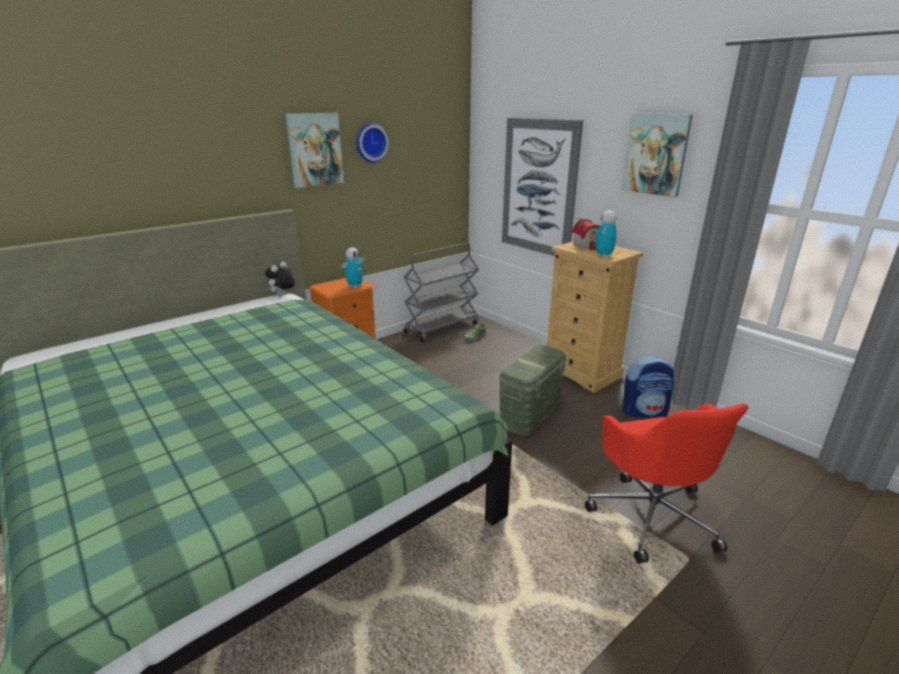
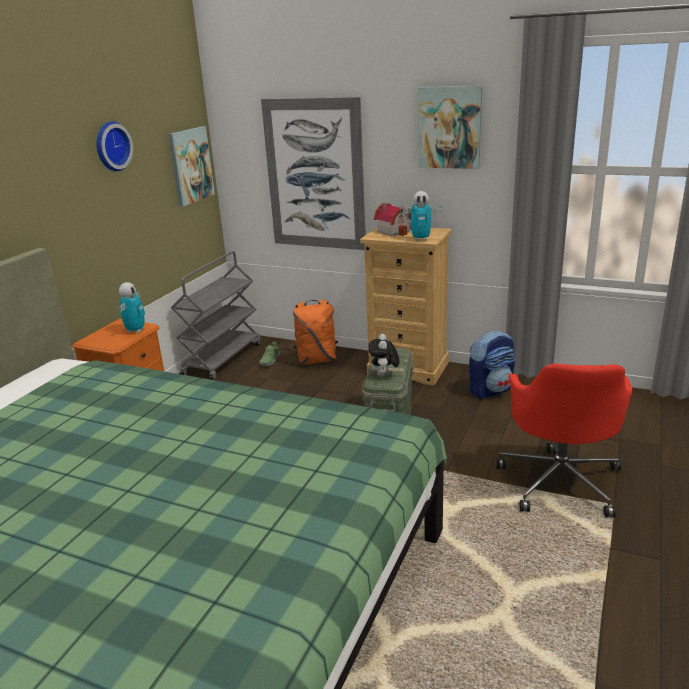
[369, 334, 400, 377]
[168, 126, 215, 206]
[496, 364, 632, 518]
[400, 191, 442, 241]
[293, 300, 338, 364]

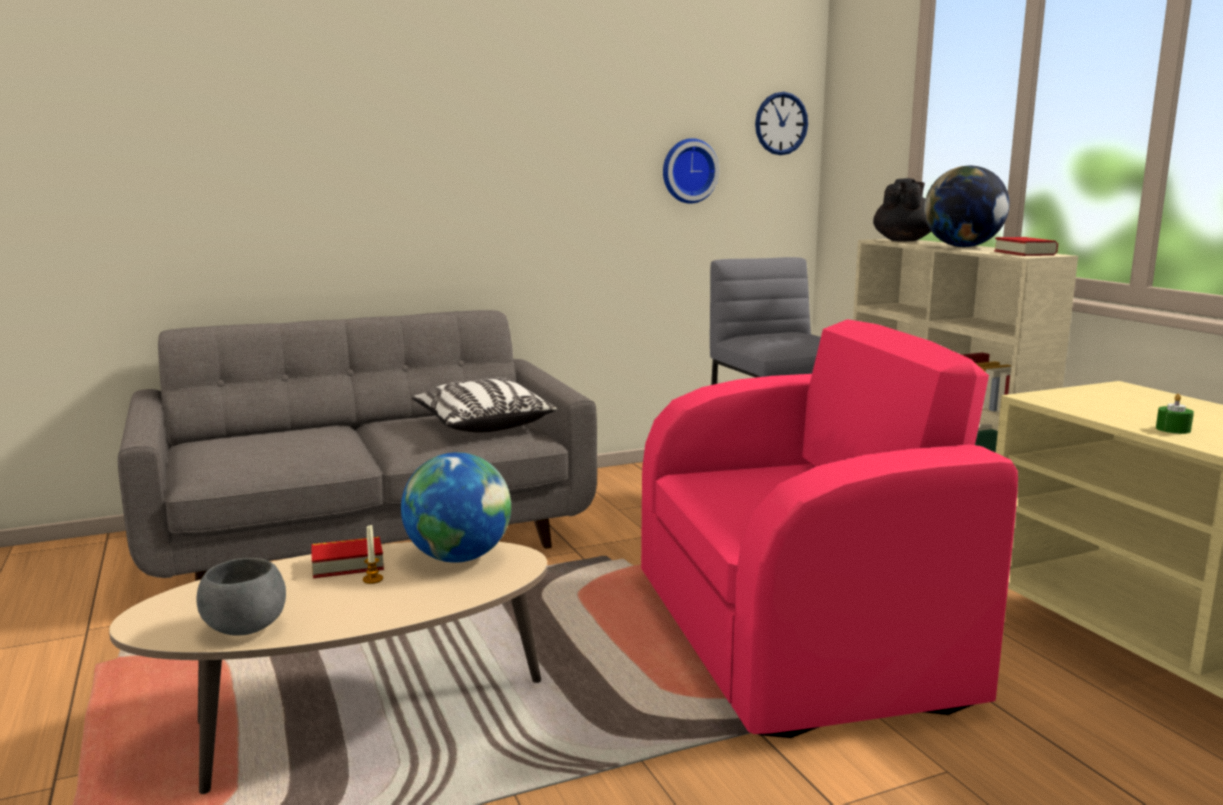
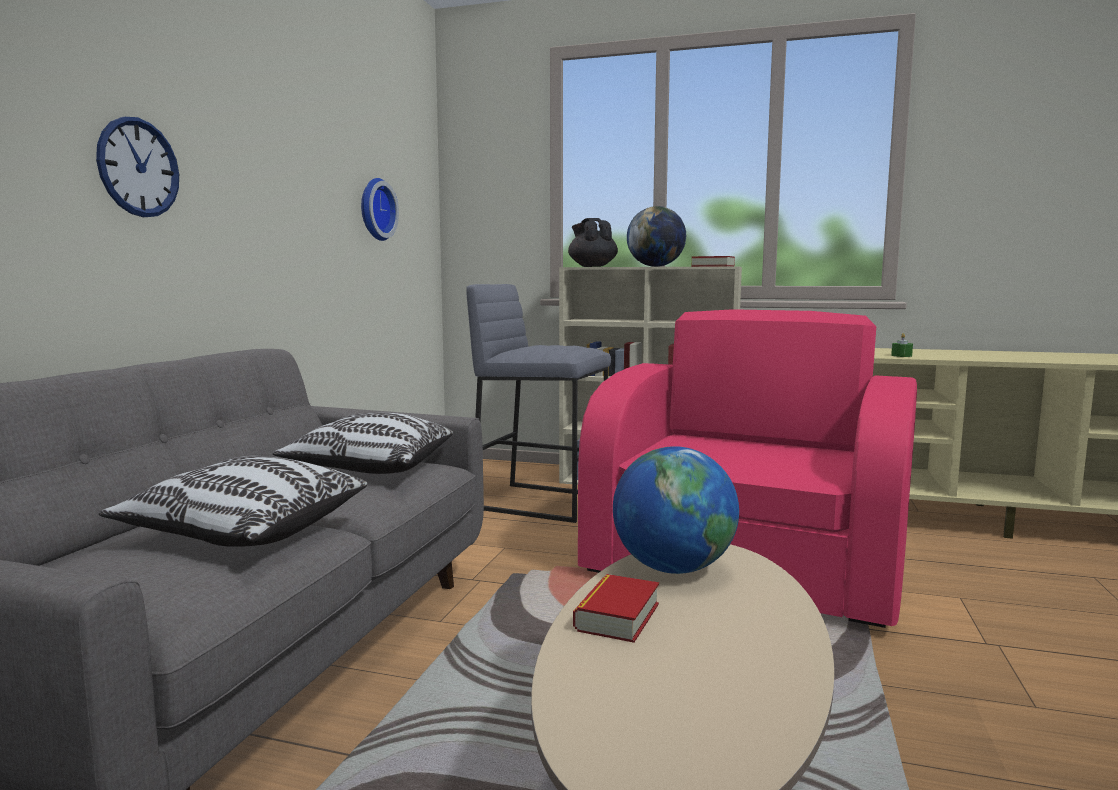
[196, 558, 286, 636] (first image)
[363, 525, 383, 584] (first image)
[96, 117, 179, 217]
[99, 456, 367, 547]

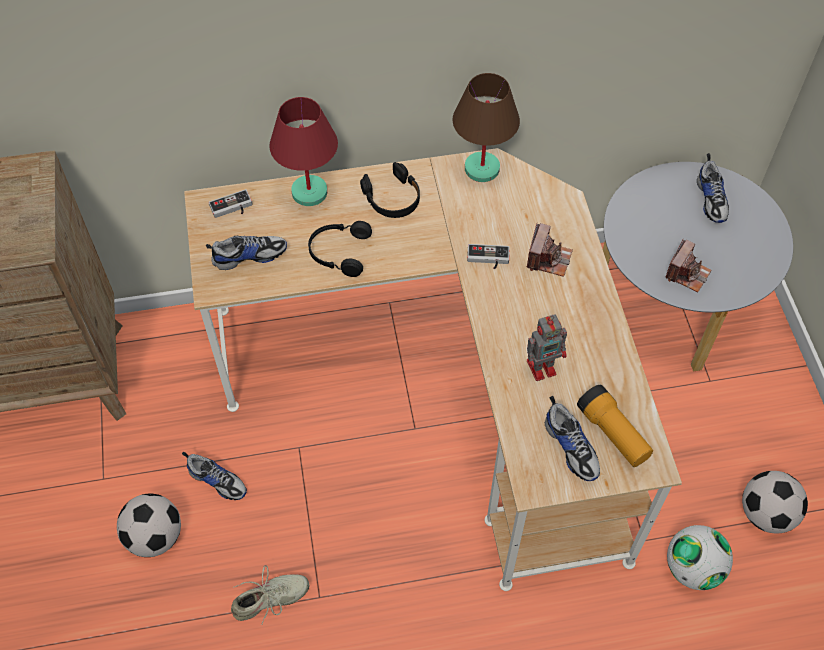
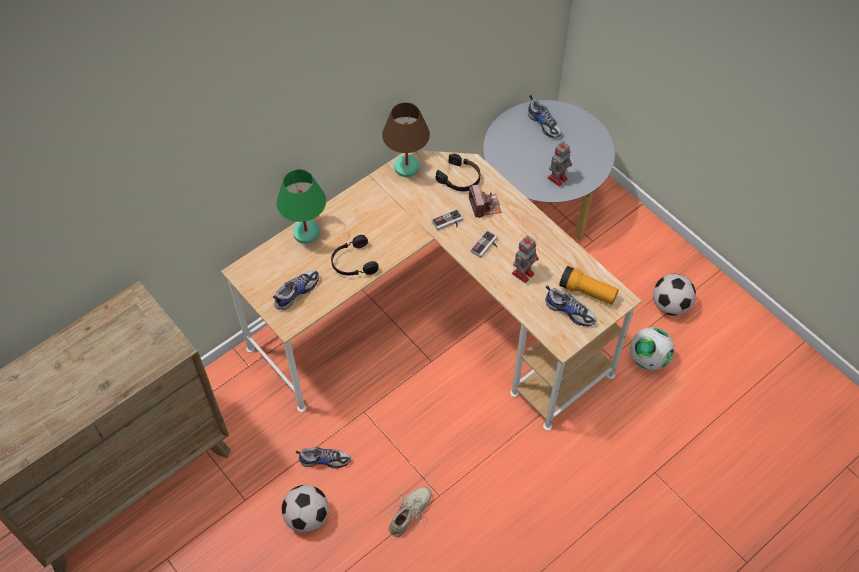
[470, 230, 497, 258]
[277, 169, 326, 244]
[436, 154, 480, 192]
[548, 141, 572, 187]

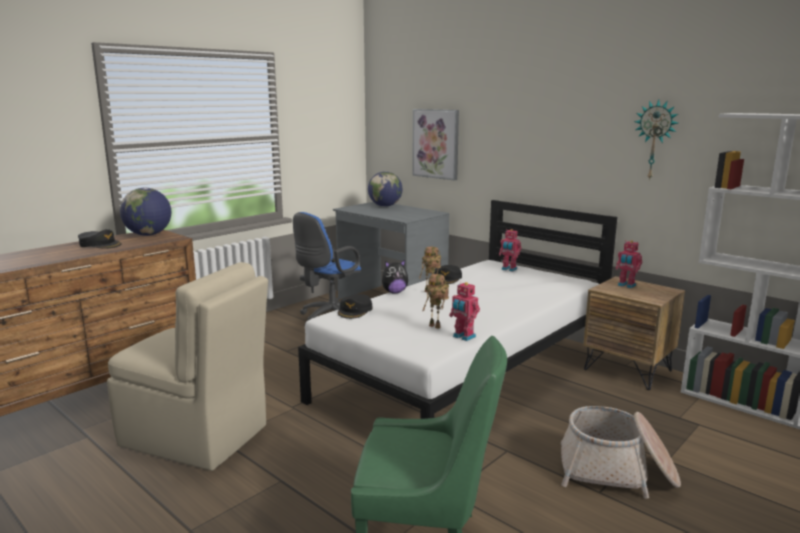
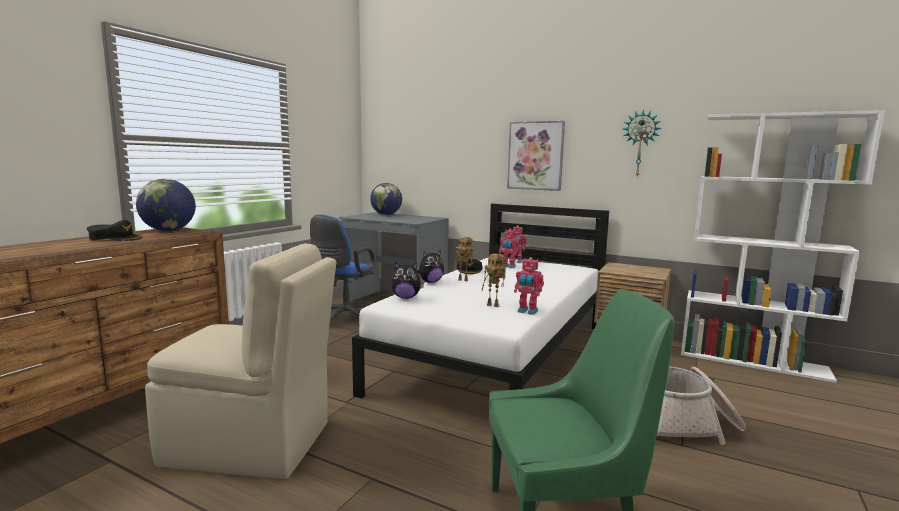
[391, 262, 424, 299]
[507, 121, 565, 191]
[499, 229, 520, 269]

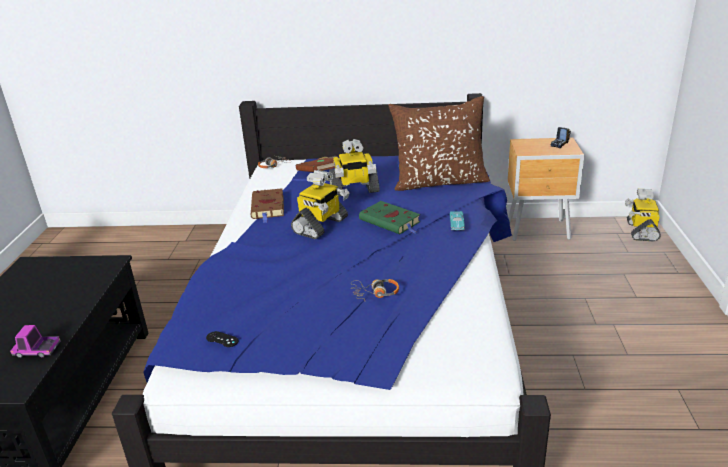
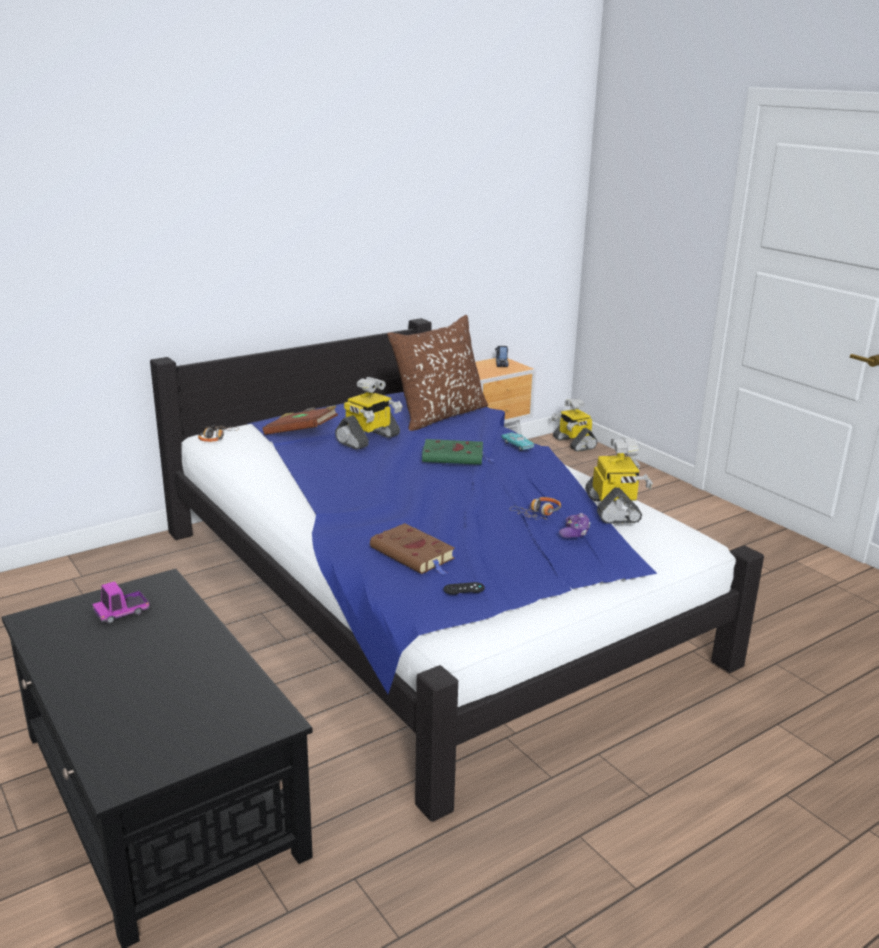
[92, 581, 150, 623]
[370, 523, 455, 575]
[585, 439, 653, 524]
[559, 513, 591, 538]

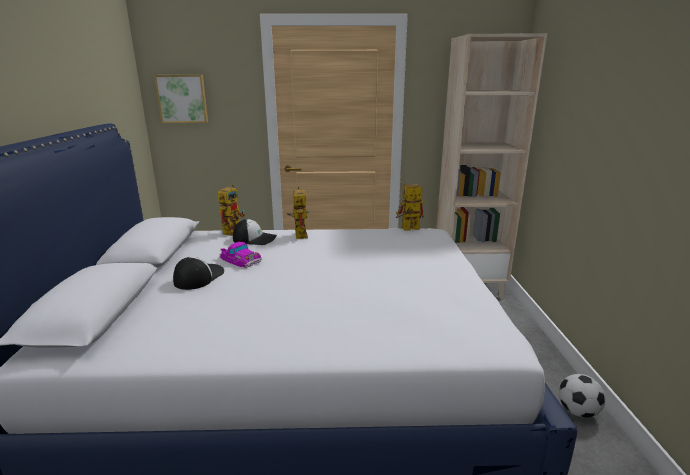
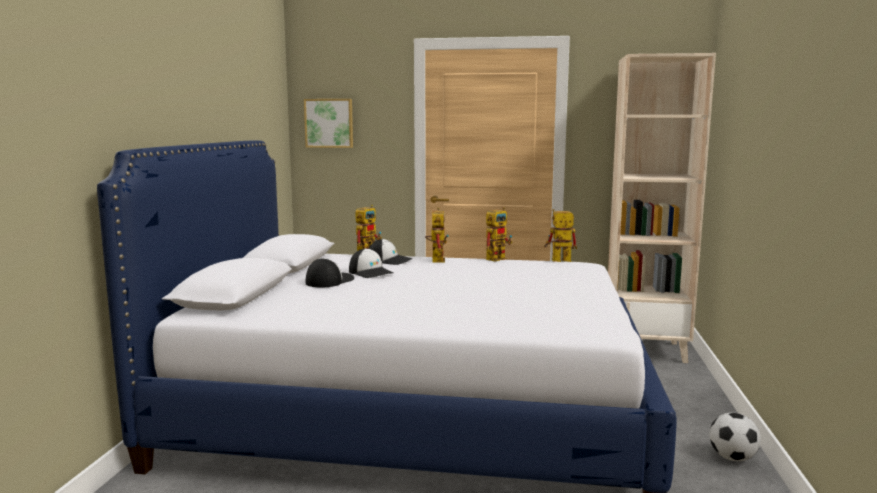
[349, 248, 393, 278]
[486, 207, 513, 261]

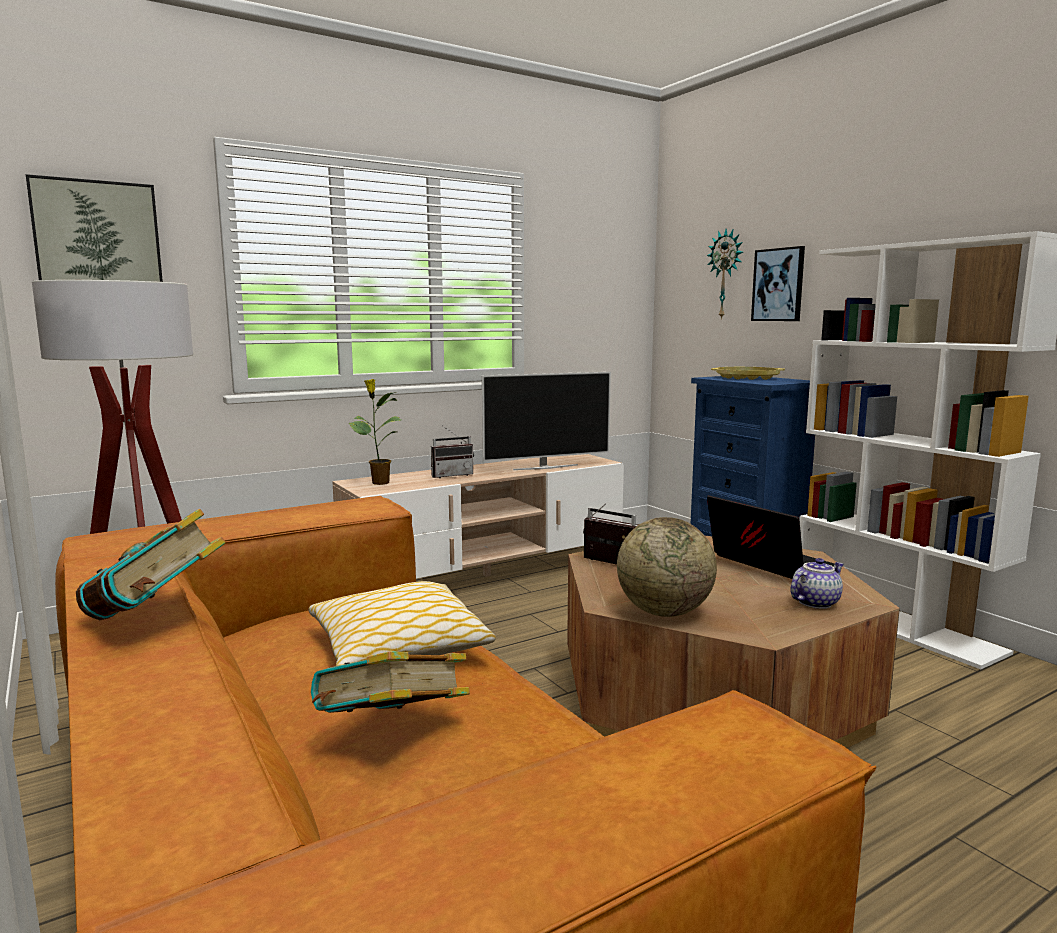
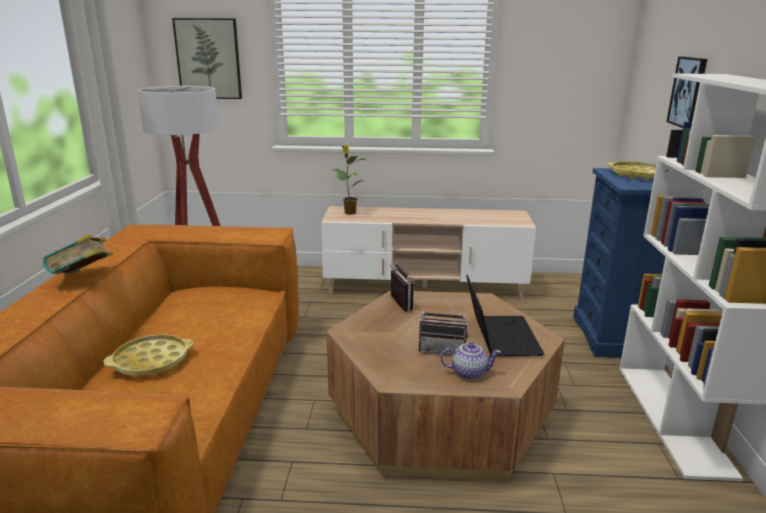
[308, 581, 496, 666] (first image)
[104, 334, 194, 377]
[419, 296, 468, 355]
[482, 372, 611, 470] (first image)
[617, 517, 717, 617] (first image)
[707, 229, 743, 320] (first image)

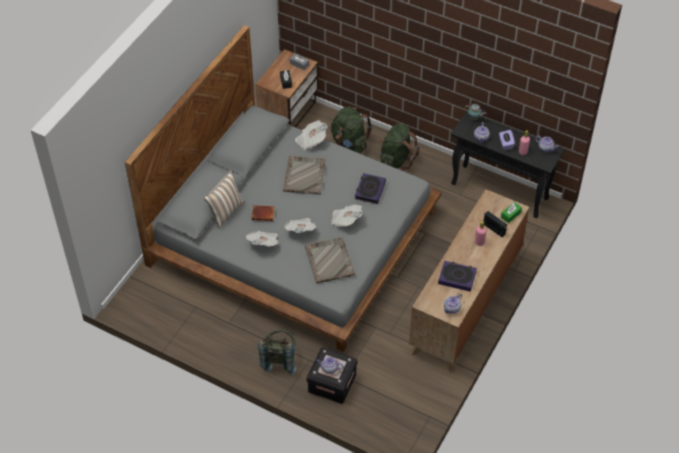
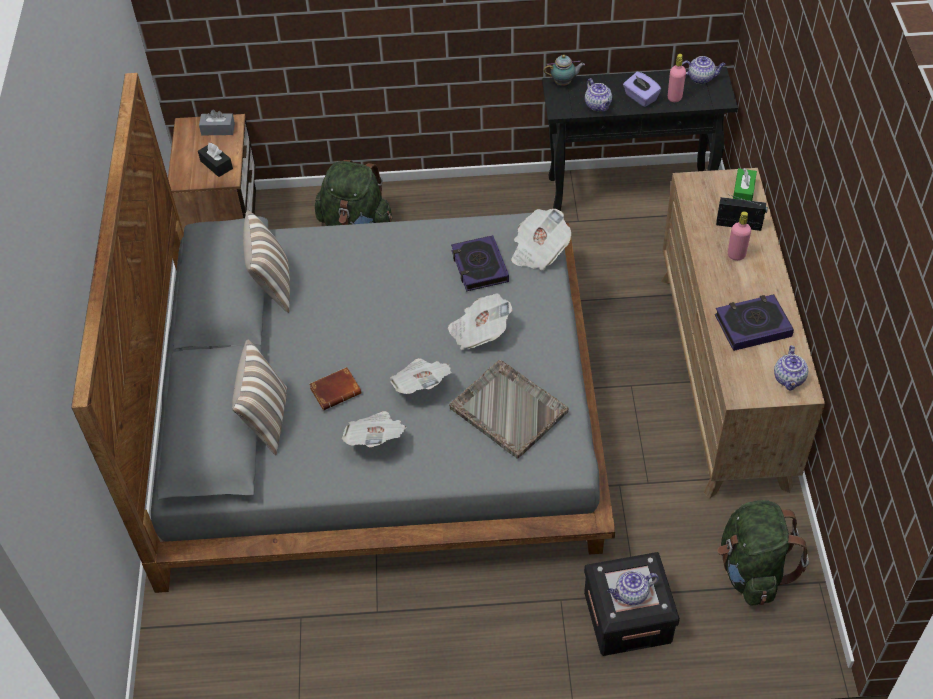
[258, 330, 296, 375] (first image)
[283, 156, 325, 195] (first image)
[511, 209, 571, 271]
[717, 500, 809, 606]
[243, 210, 290, 313]

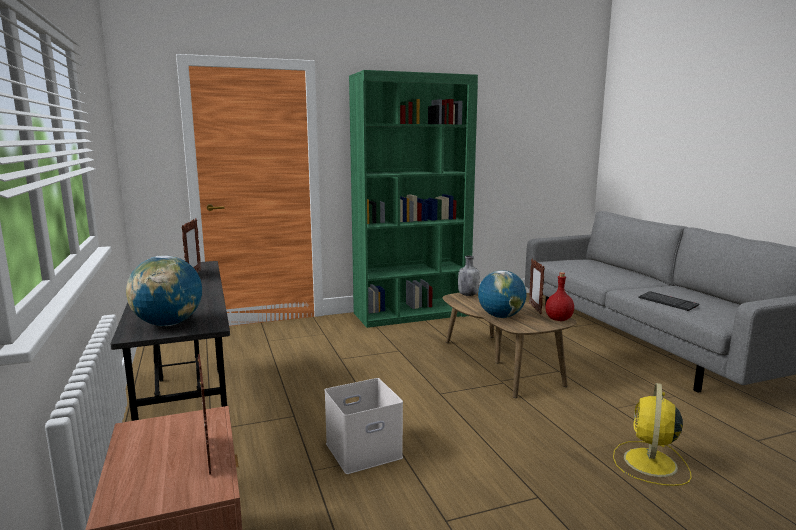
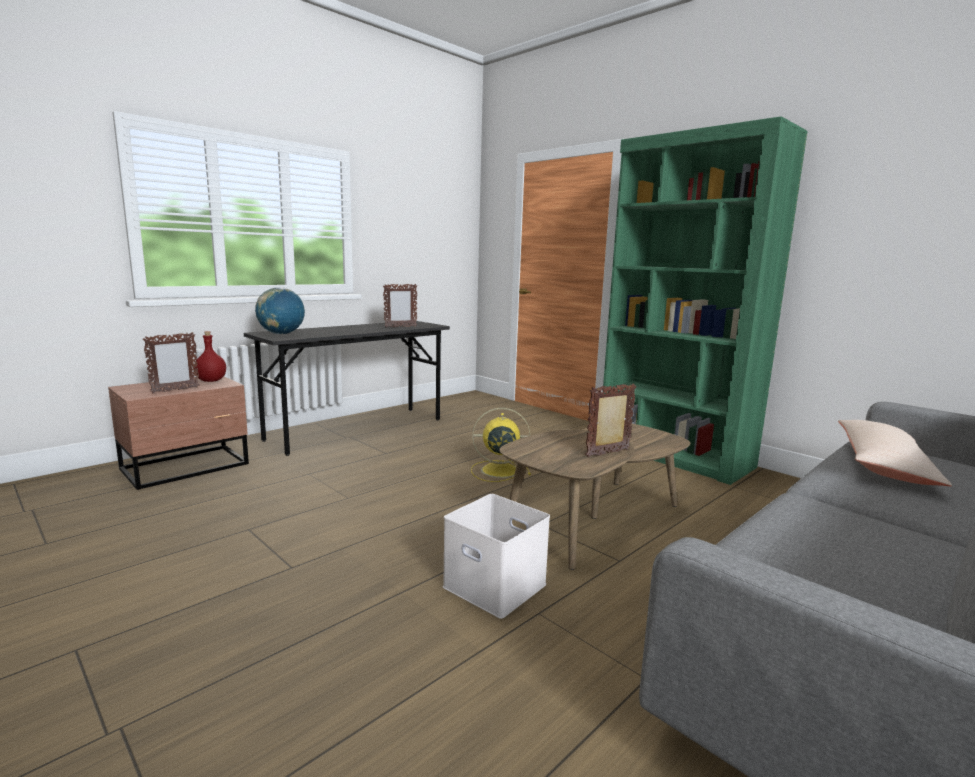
[443, 494, 550, 619]
[458, 256, 480, 296] (first image)
[478, 270, 527, 318] (first image)
[195, 331, 226, 382]
[471, 408, 531, 482]
[638, 291, 699, 311] (first image)
[838, 420, 952, 486]

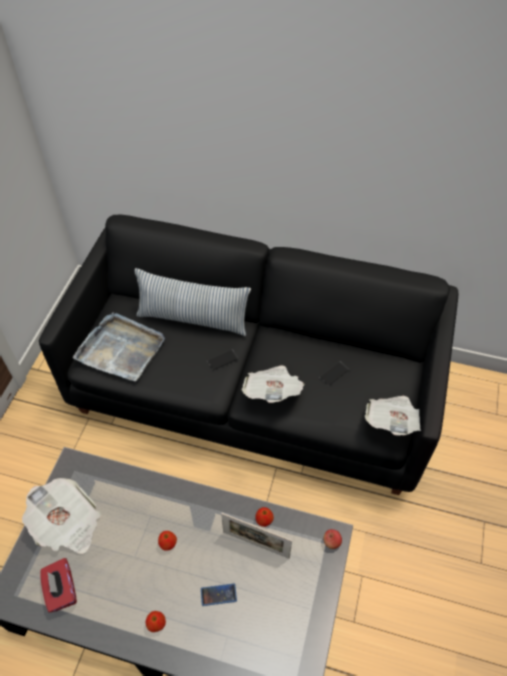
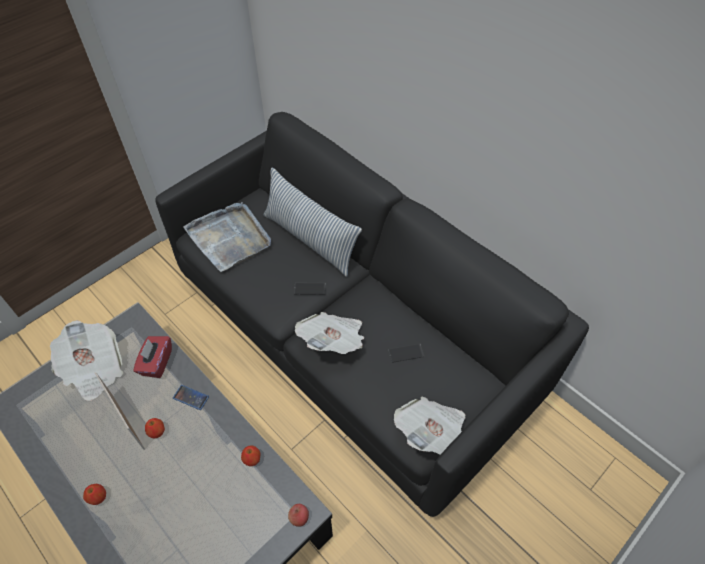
[133, 336, 172, 378]
[173, 385, 209, 410]
[95, 372, 145, 450]

